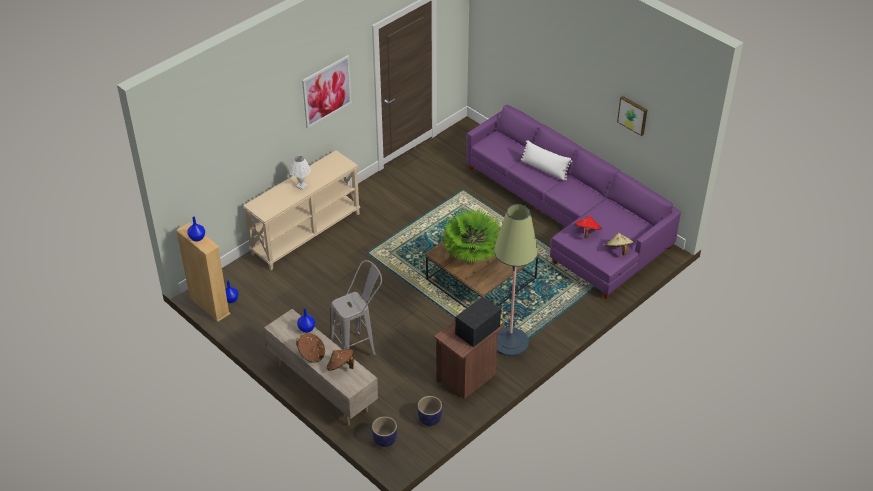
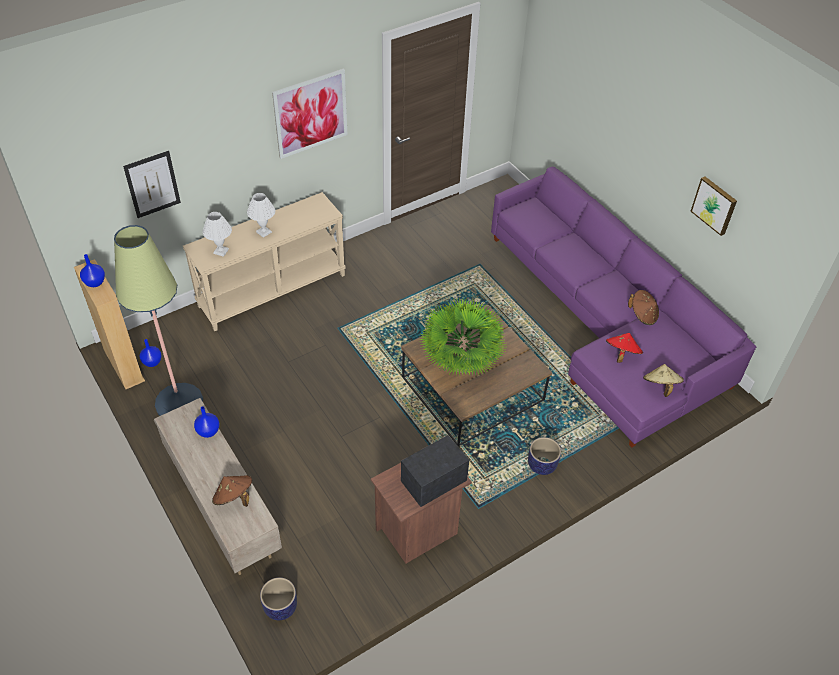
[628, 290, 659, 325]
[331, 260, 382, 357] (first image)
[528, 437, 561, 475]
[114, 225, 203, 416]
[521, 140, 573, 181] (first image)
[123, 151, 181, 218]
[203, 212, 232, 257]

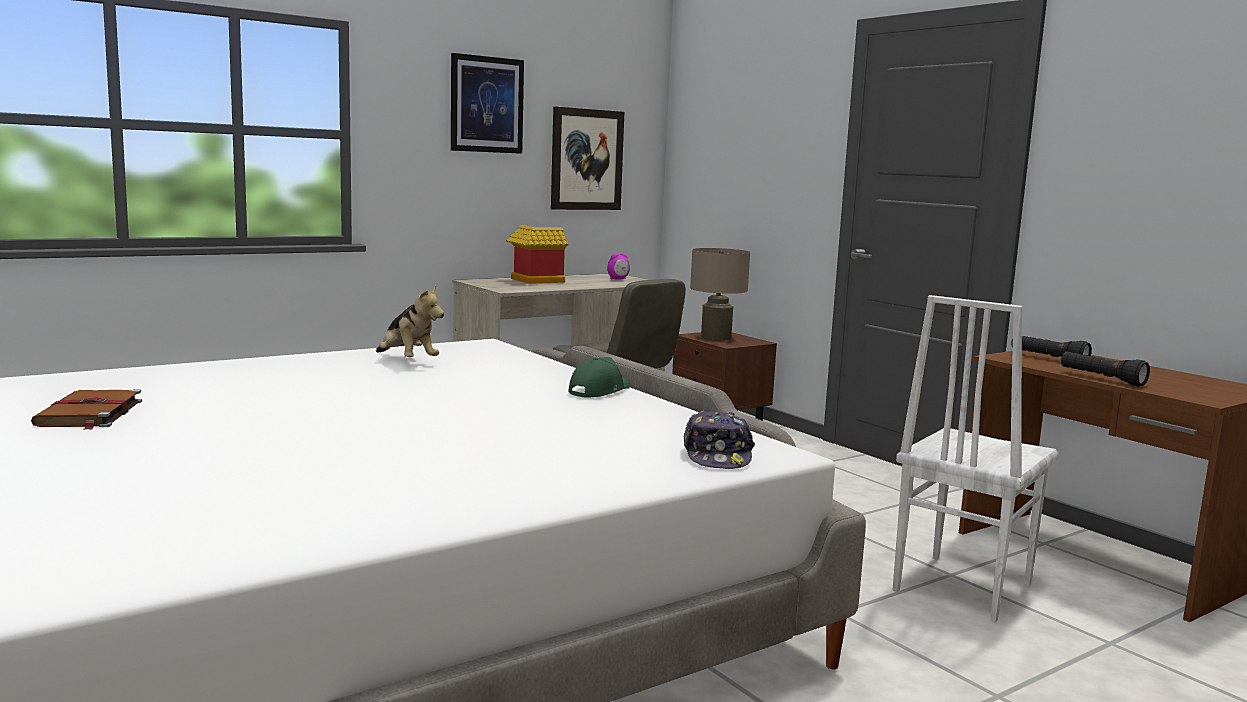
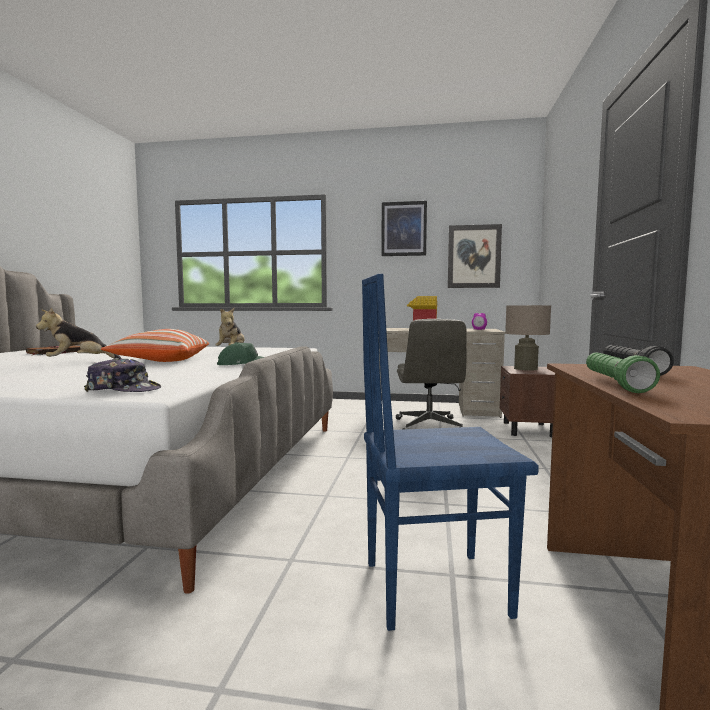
[84, 358, 161, 392]
[362, 273, 539, 631]
[586, 352, 660, 393]
[36, 308, 122, 359]
[101, 329, 209, 362]

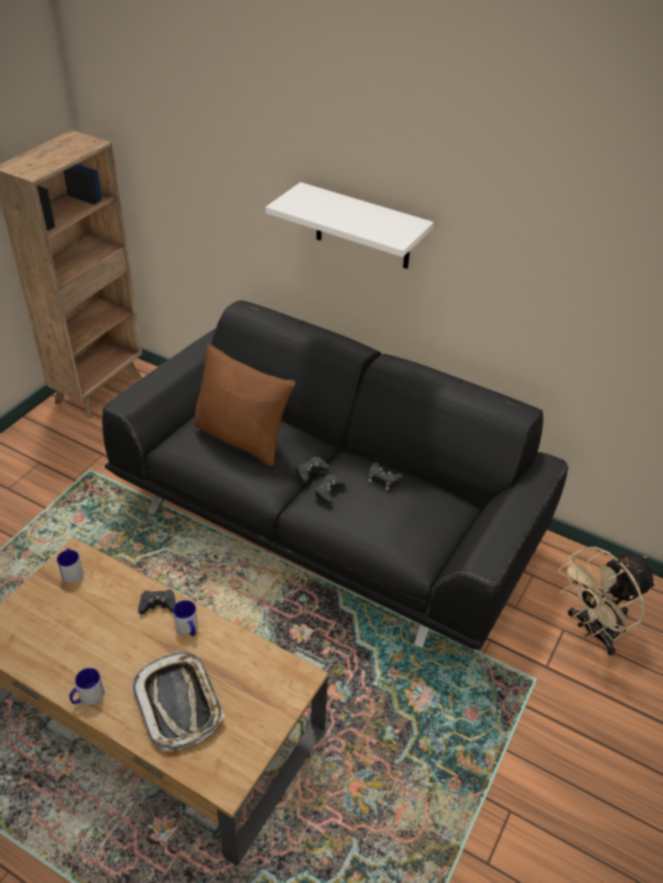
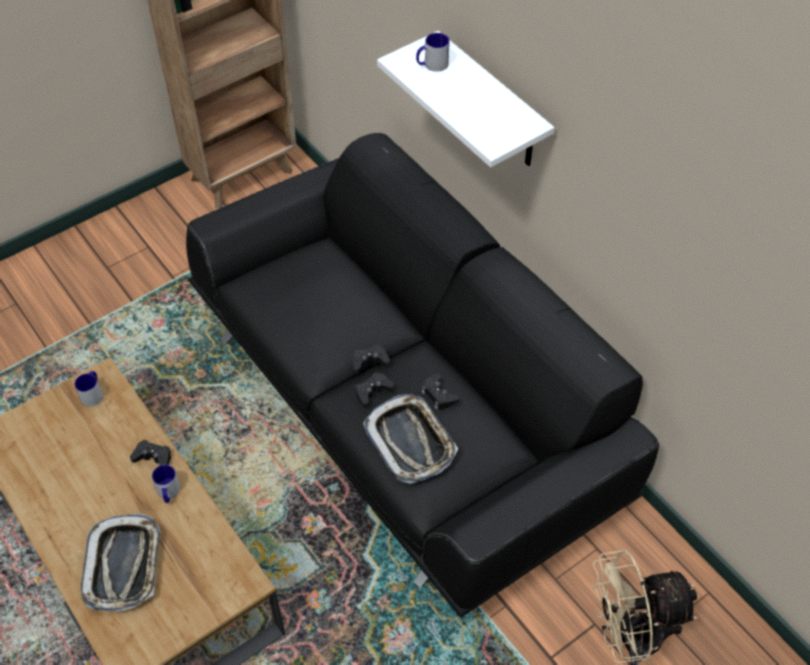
[416, 33, 450, 72]
[194, 344, 296, 466] (first image)
[363, 394, 459, 484]

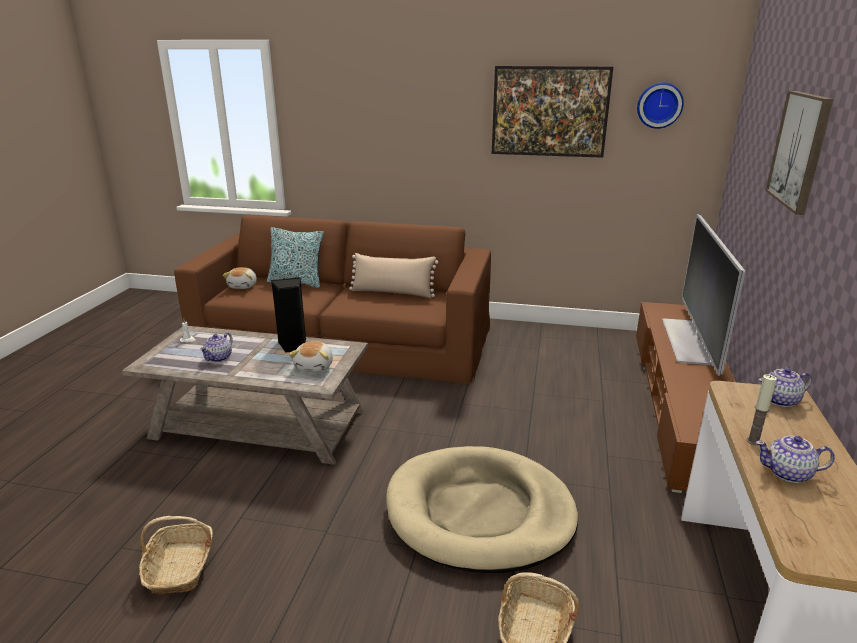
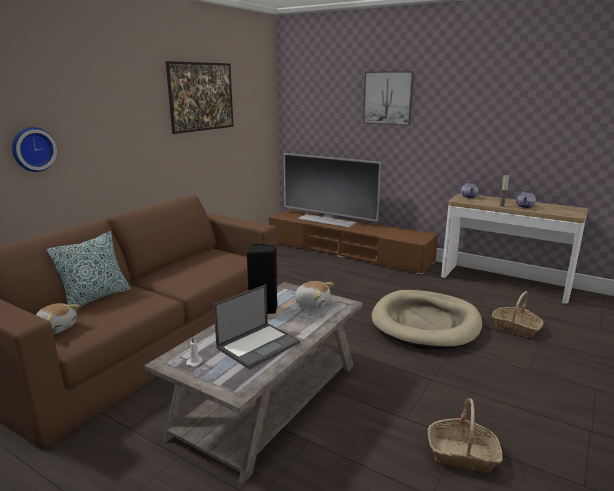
[213, 285, 300, 369]
[349, 253, 439, 298] (first image)
[12, 127, 57, 172]

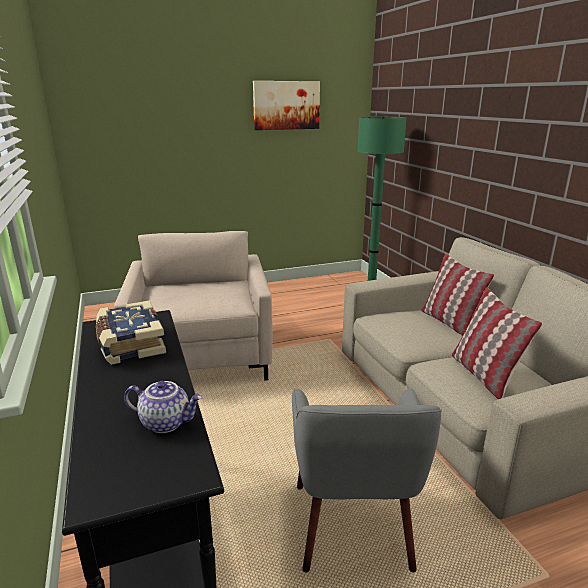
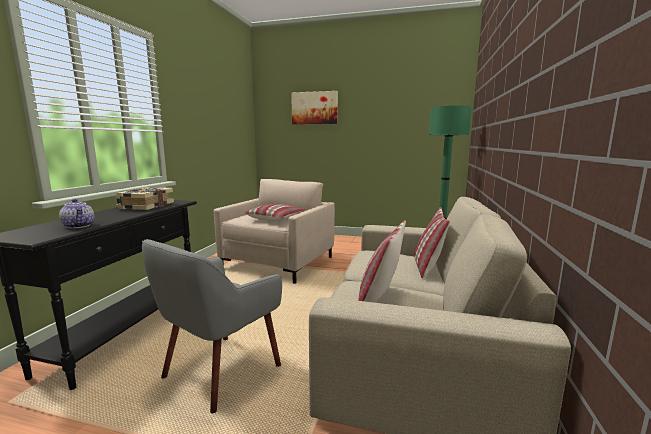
[291, 91, 338, 124]
[244, 204, 305, 221]

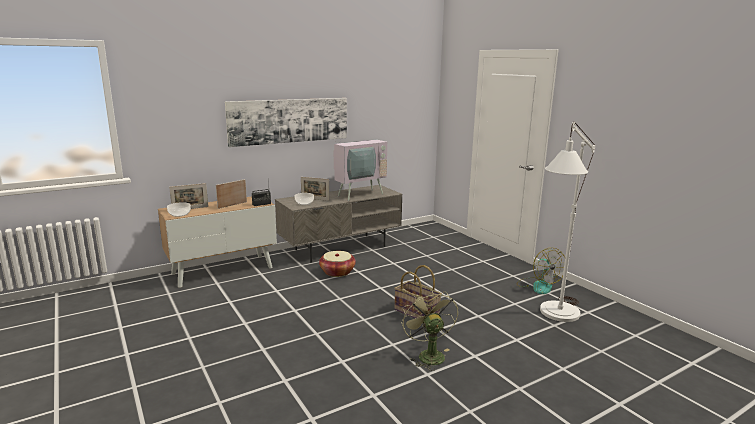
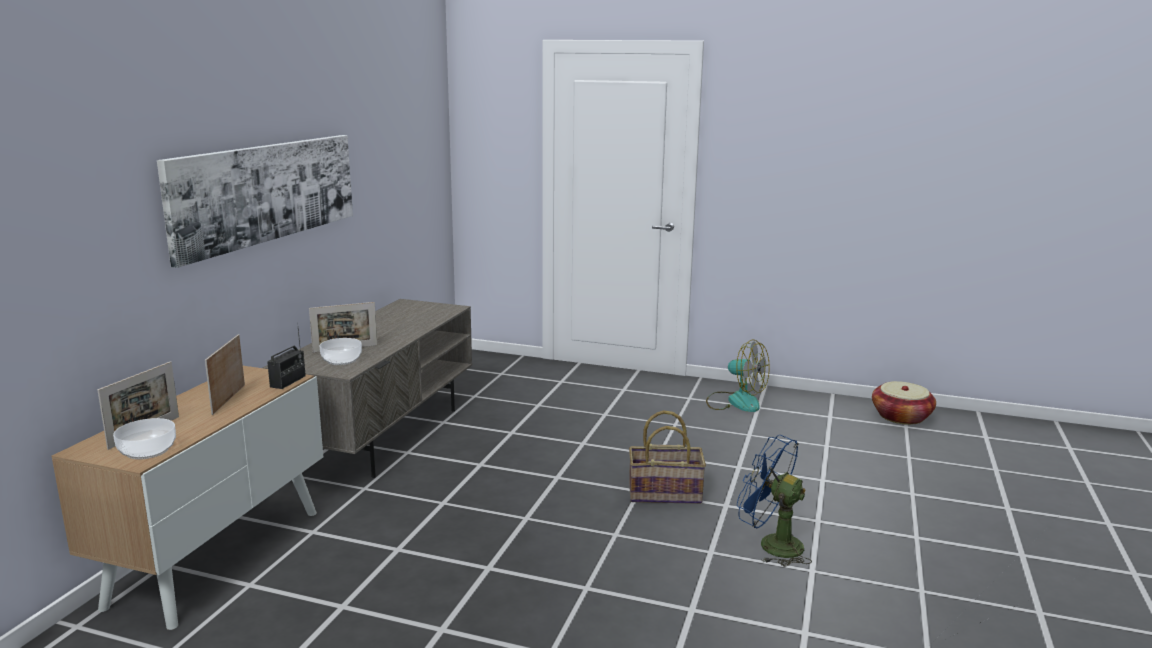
[872, 381, 936, 425]
[330, 121, 387, 201] (first image)
[737, 435, 812, 567]
[540, 122, 595, 322] (first image)

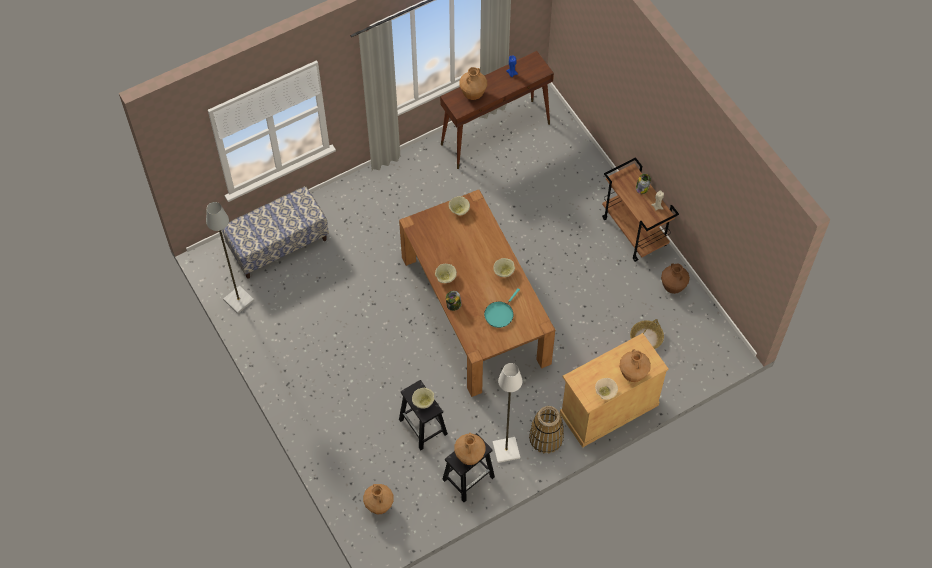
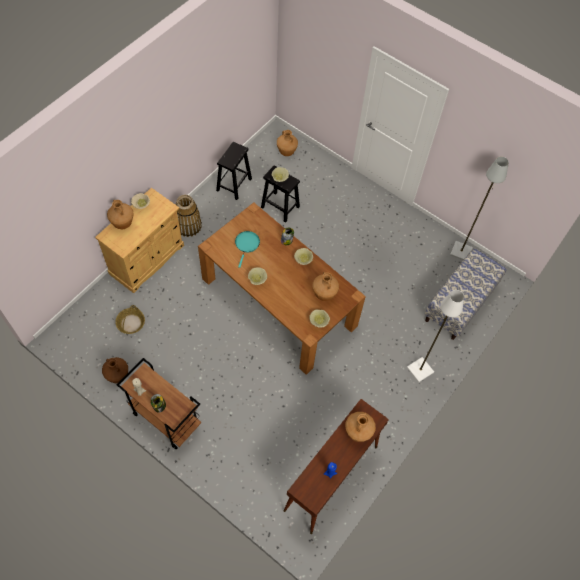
[312, 272, 339, 301]
[407, 290, 464, 383]

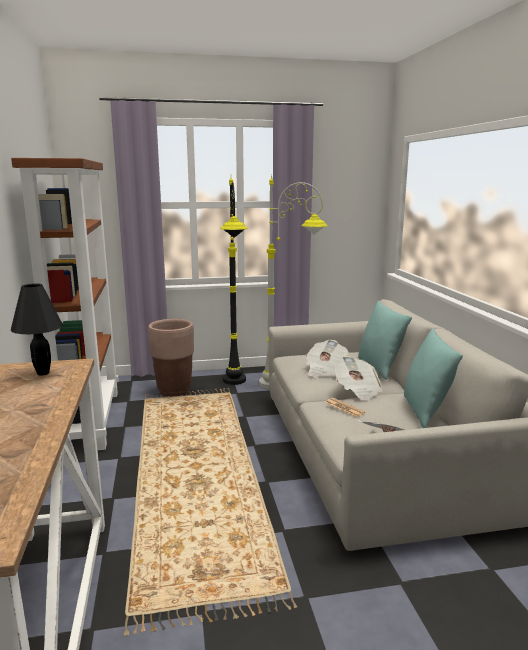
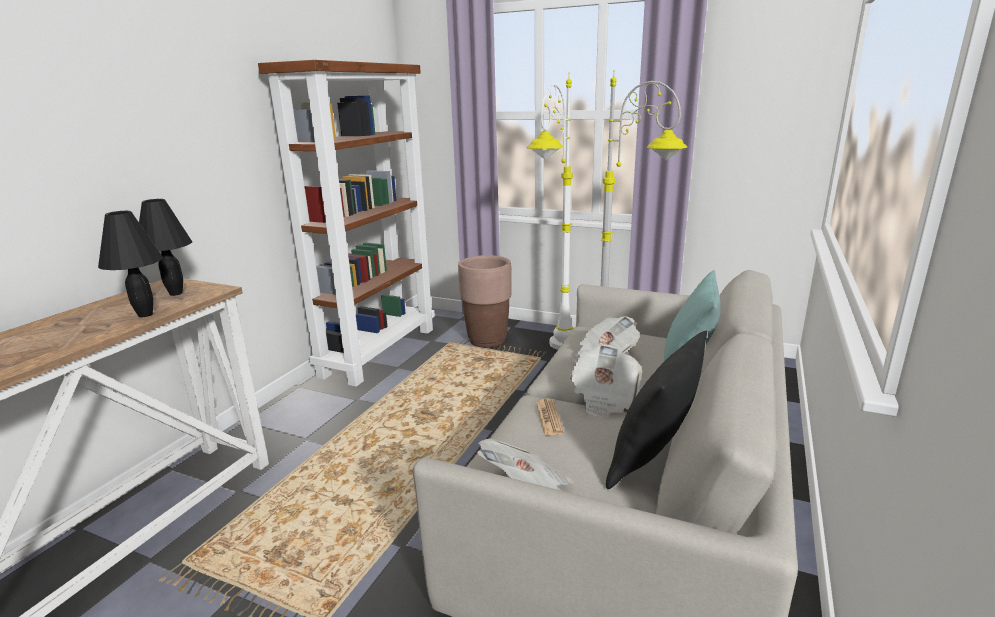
[527, 77, 574, 350]
[606, 331, 707, 489]
[98, 211, 163, 317]

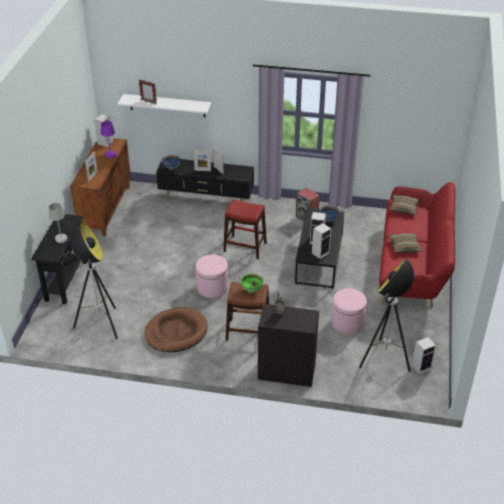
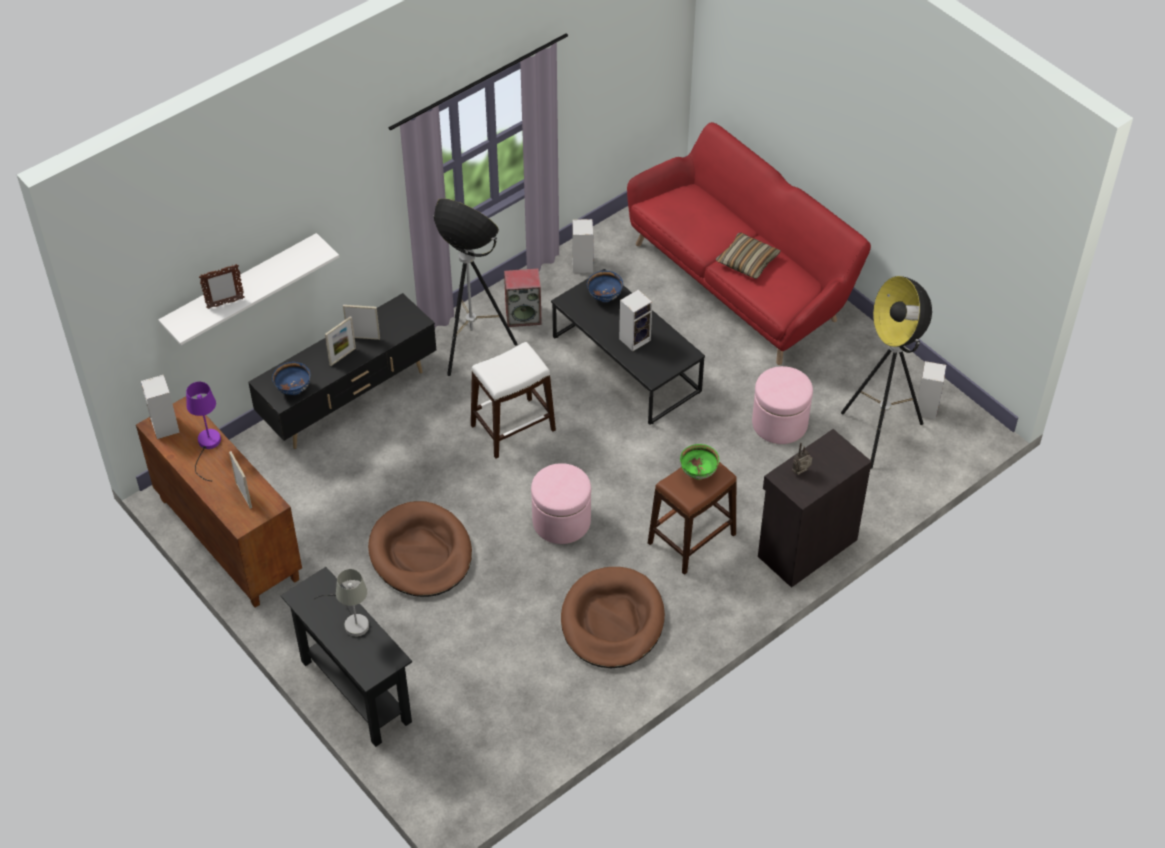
[433, 198, 517, 376]
[471, 342, 556, 459]
[572, 219, 593, 273]
[390, 195, 419, 215] (first image)
[368, 501, 472, 597]

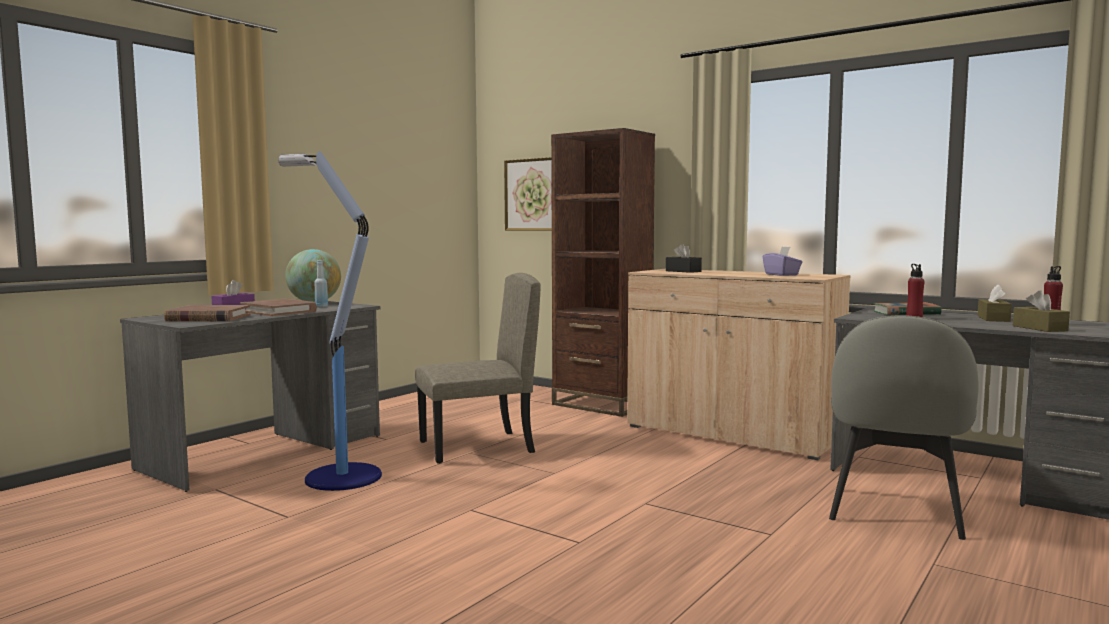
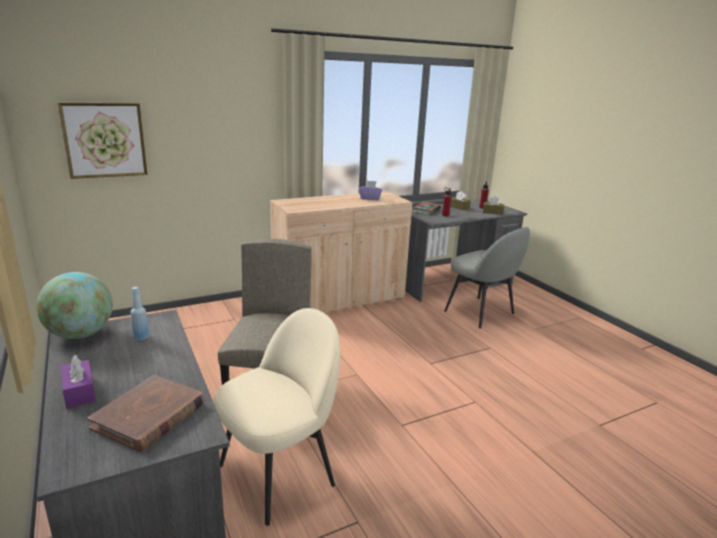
[240, 299, 317, 316] (first image)
[214, 308, 340, 526]
[551, 128, 655, 417] (first image)
[666, 244, 702, 273] (first image)

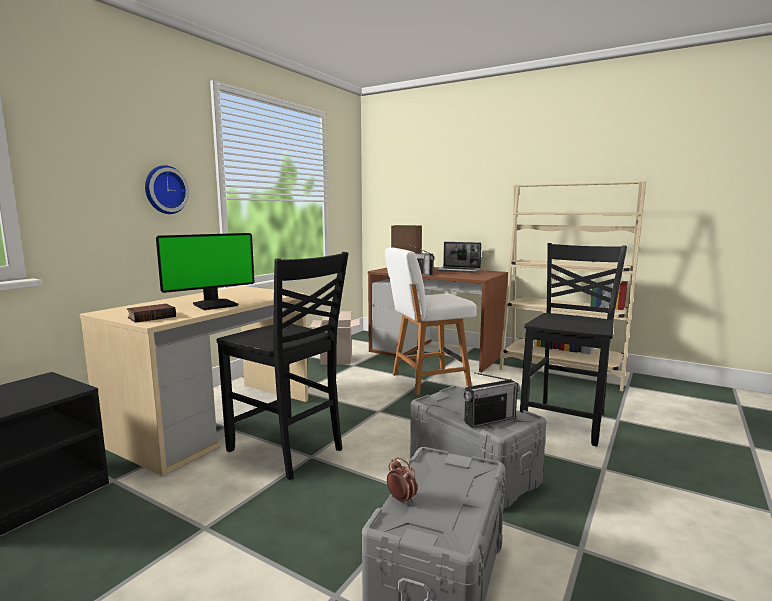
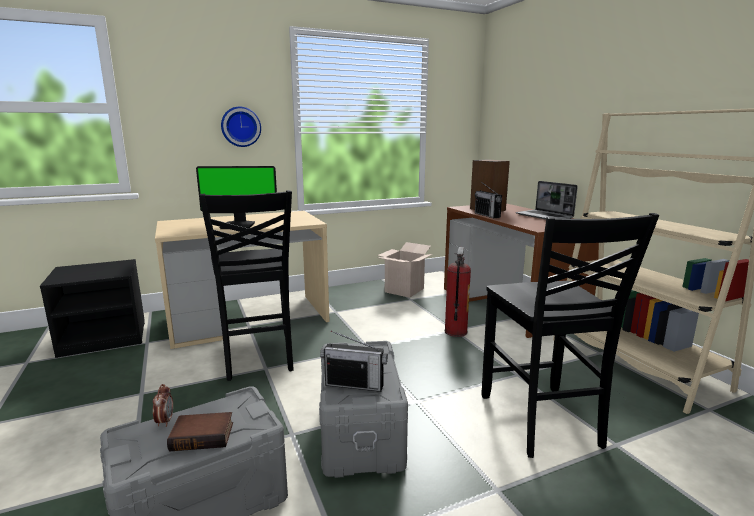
[167, 412, 233, 452]
[444, 247, 471, 337]
[481, 213, 659, 458]

